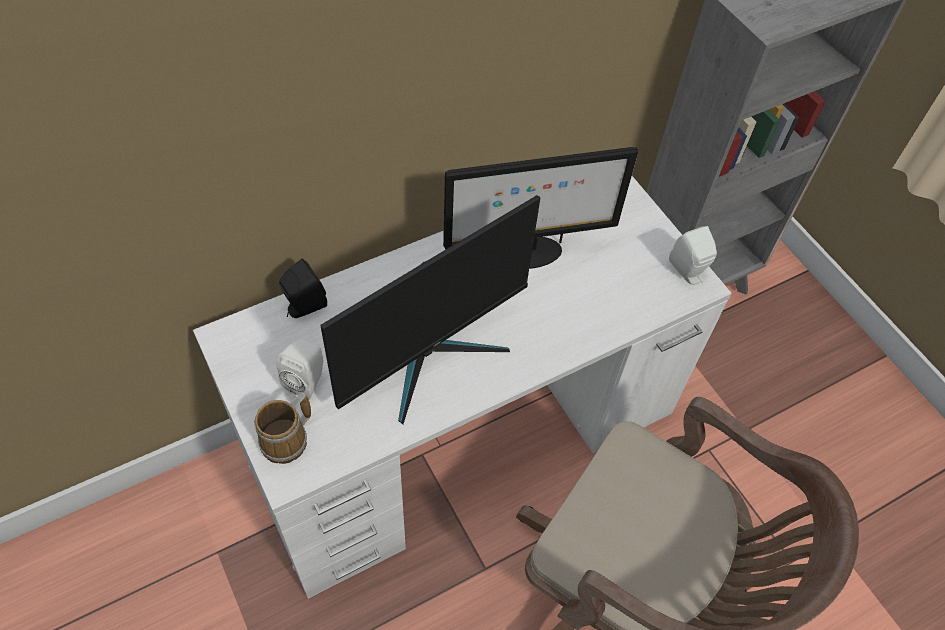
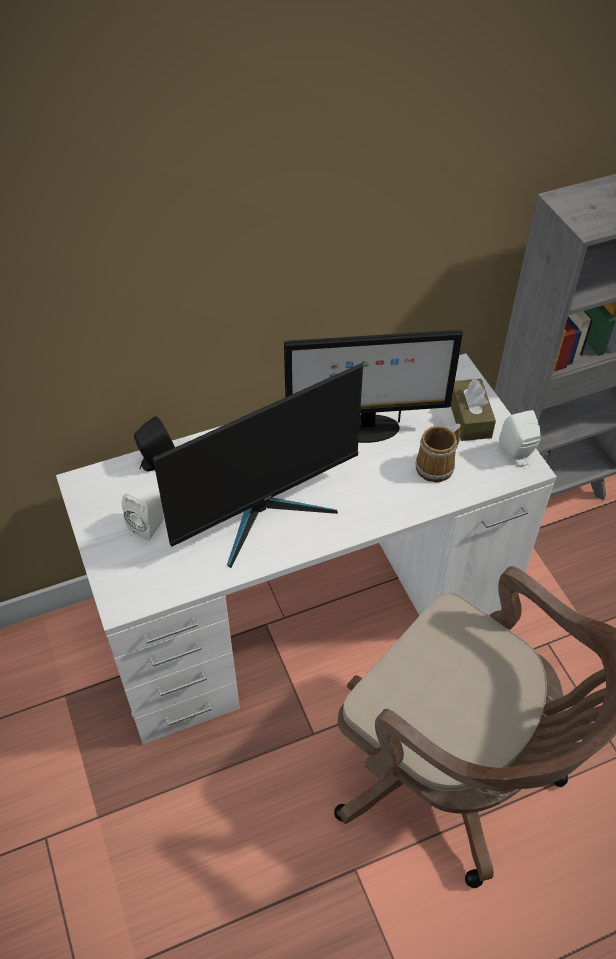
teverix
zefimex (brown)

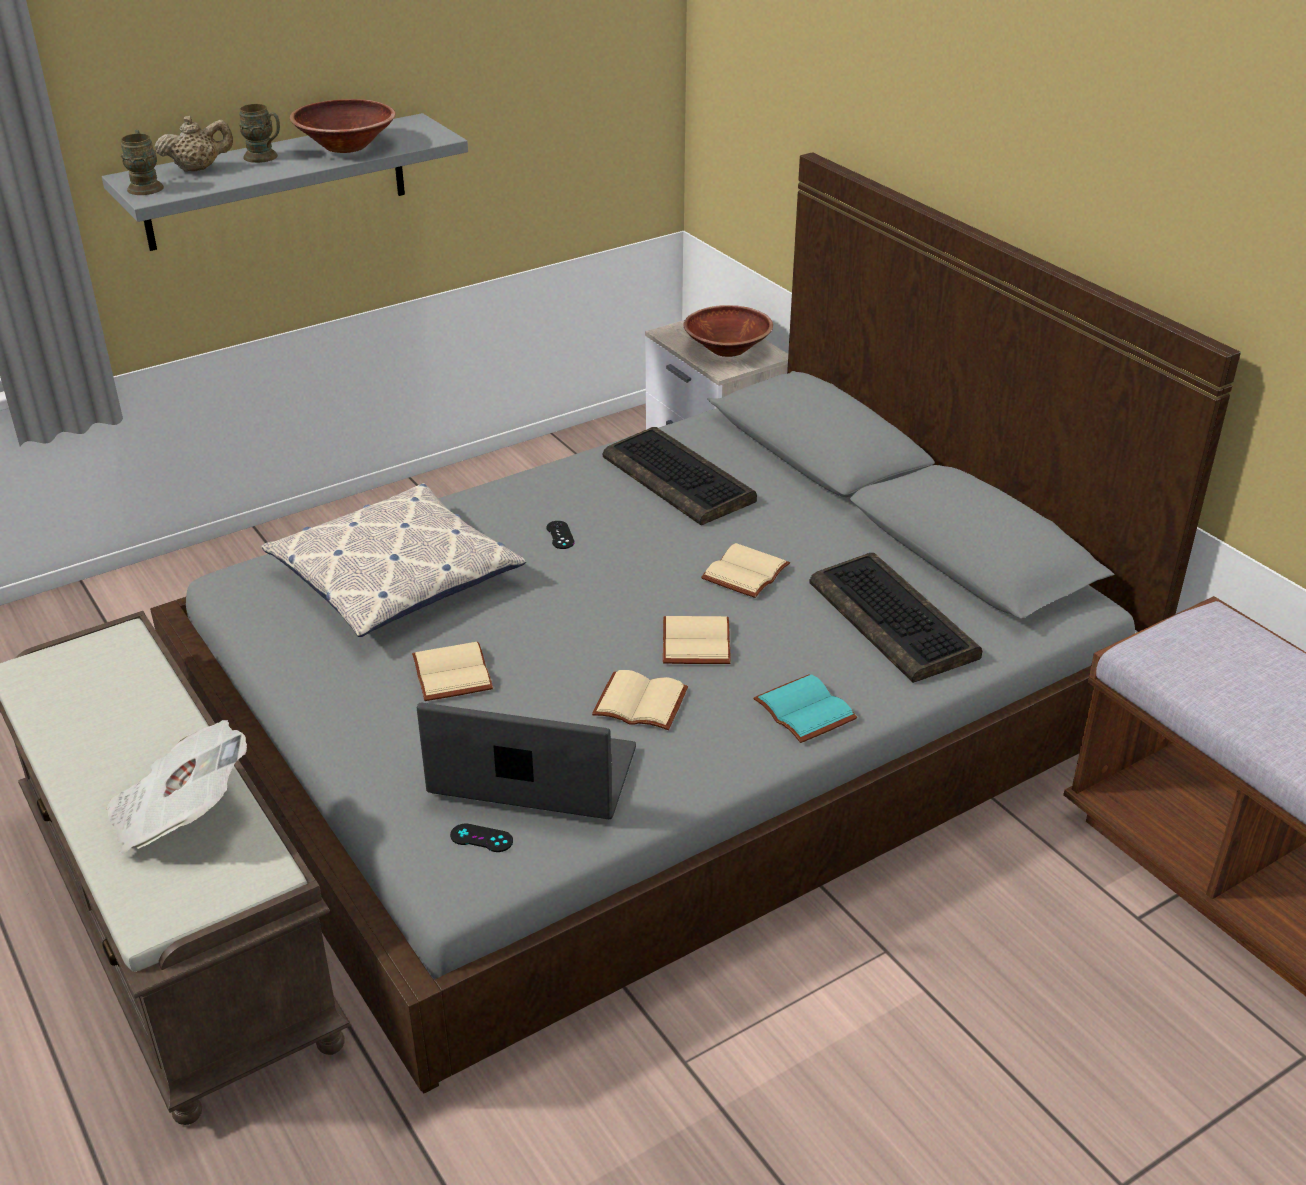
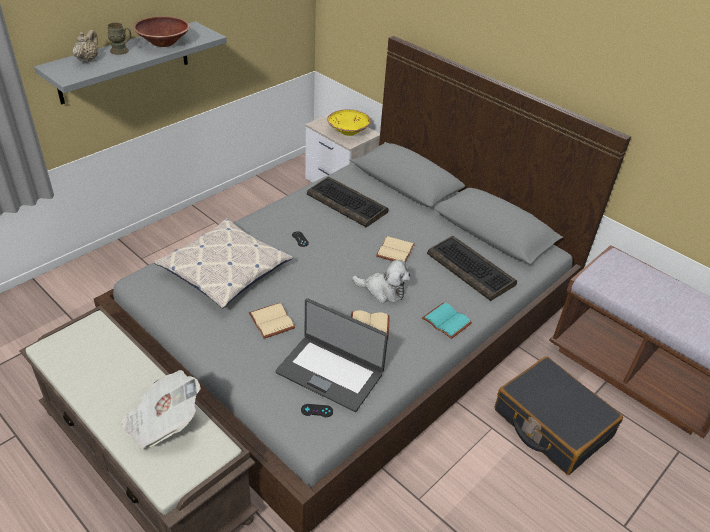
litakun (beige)
teverix (brown) (no. 1 from left in the first image)
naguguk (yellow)
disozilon
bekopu
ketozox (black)

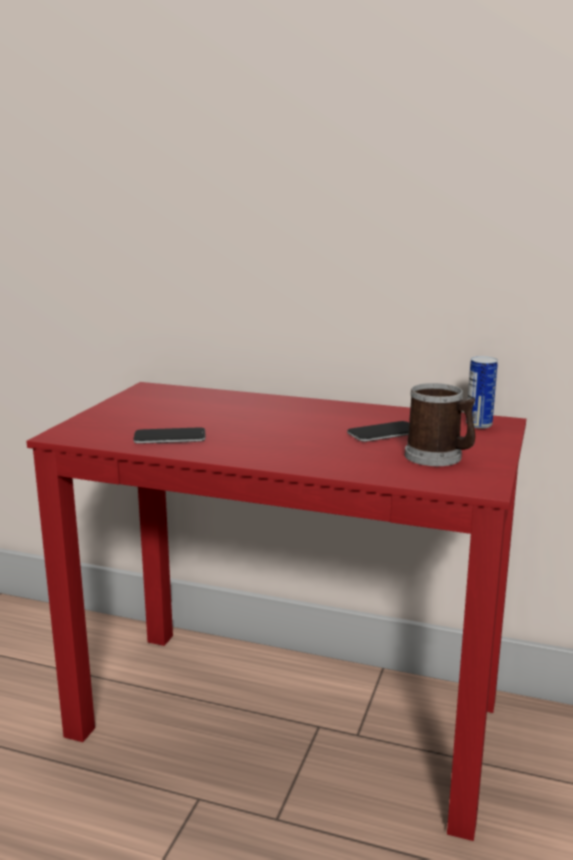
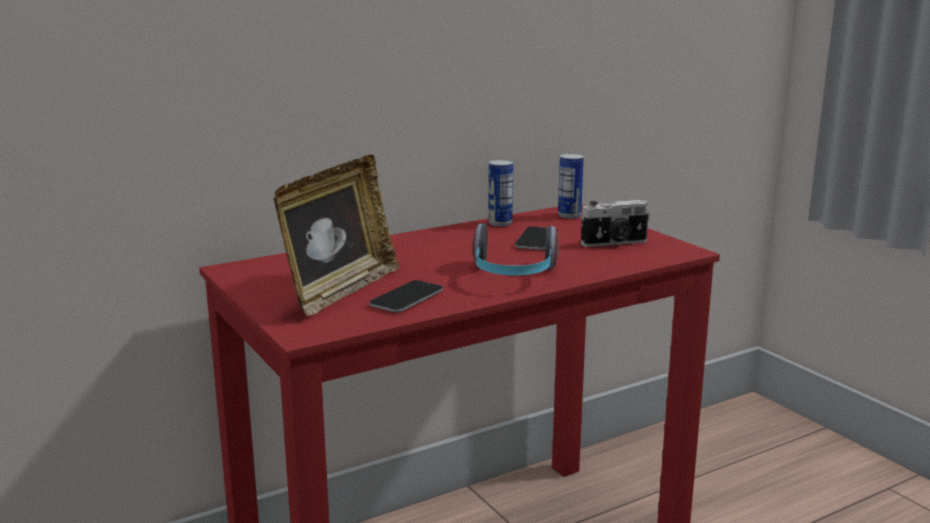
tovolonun
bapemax
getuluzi (no. 1 from left)
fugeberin

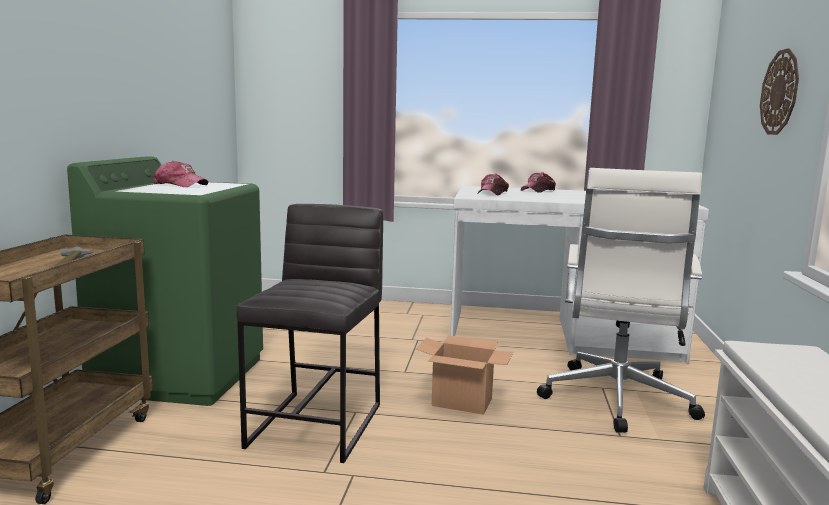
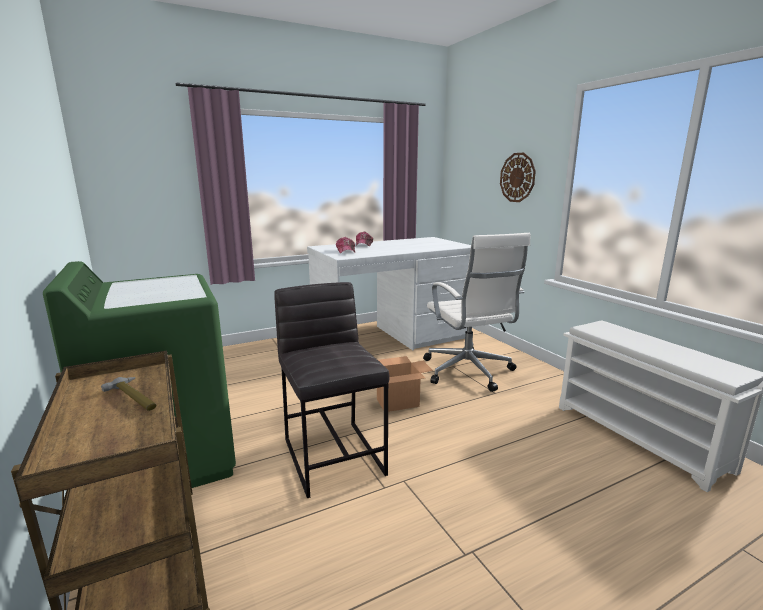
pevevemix (no. 1 from left in the first image)

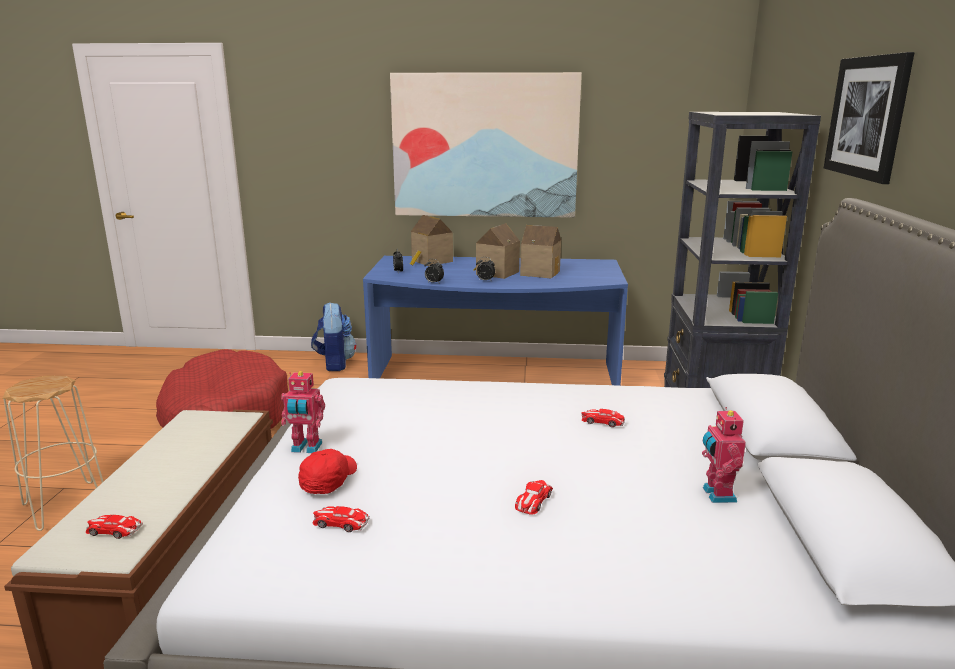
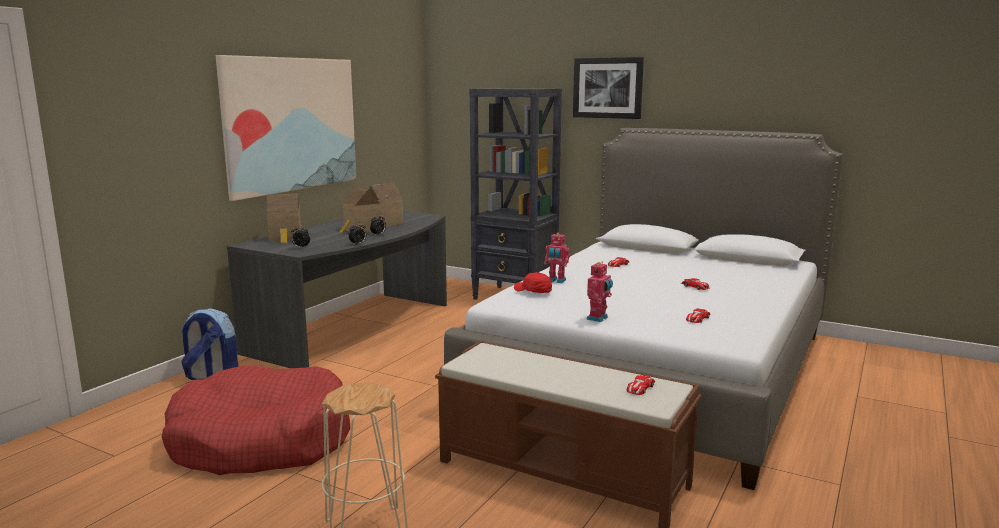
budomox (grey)
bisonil (no. 1 from left)
pevevemix (red)

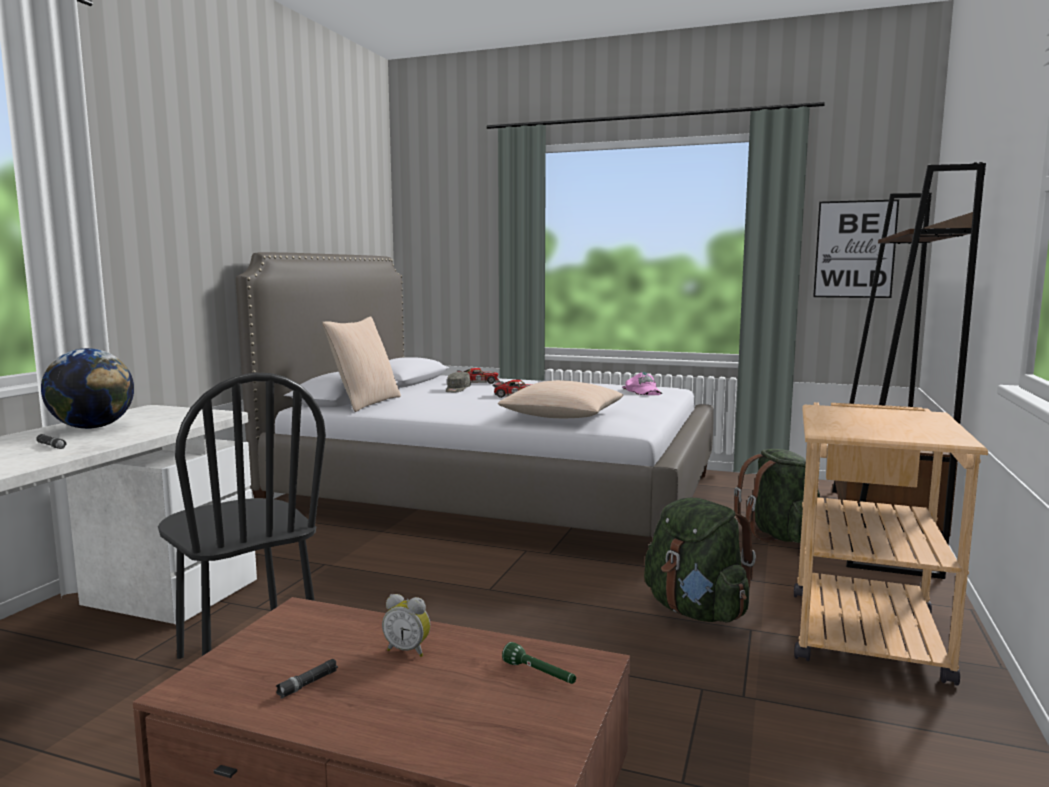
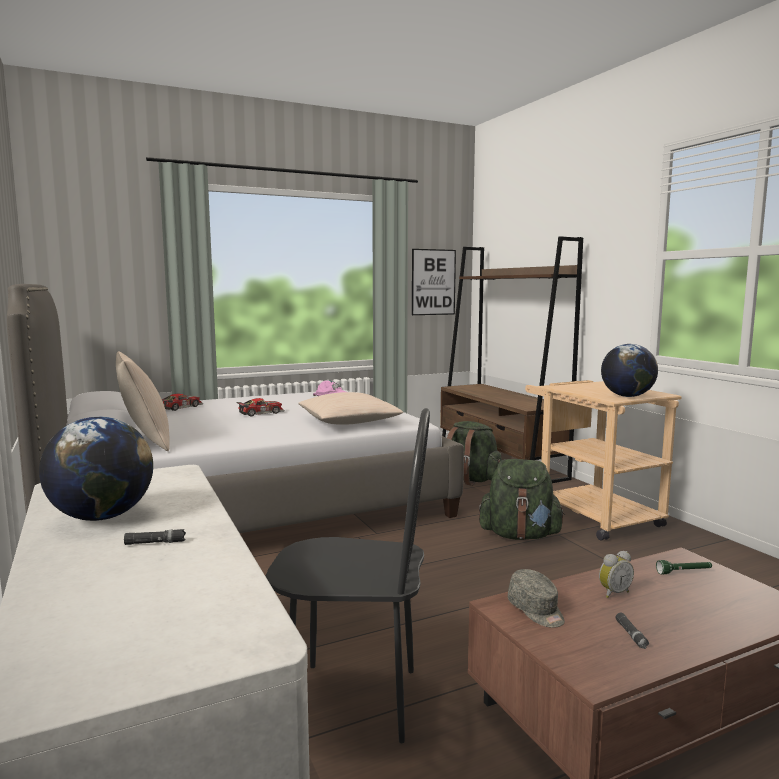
pevevemix (grey)
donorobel (no. 2 from left)

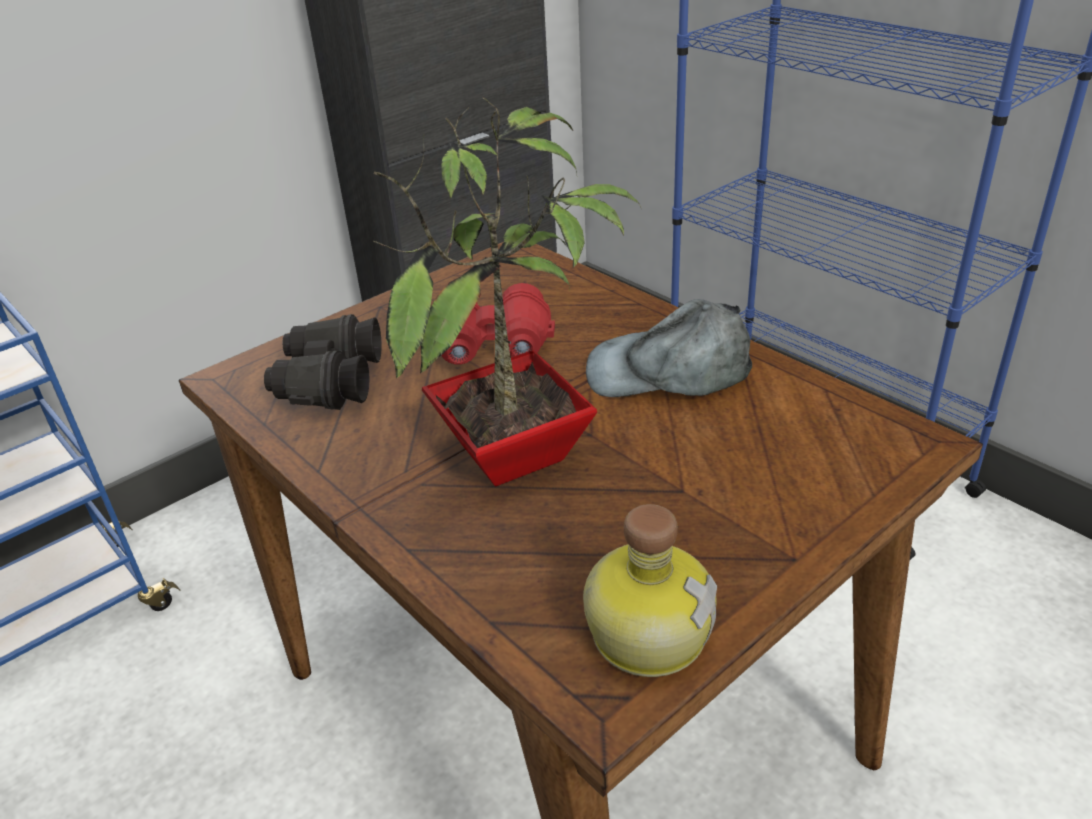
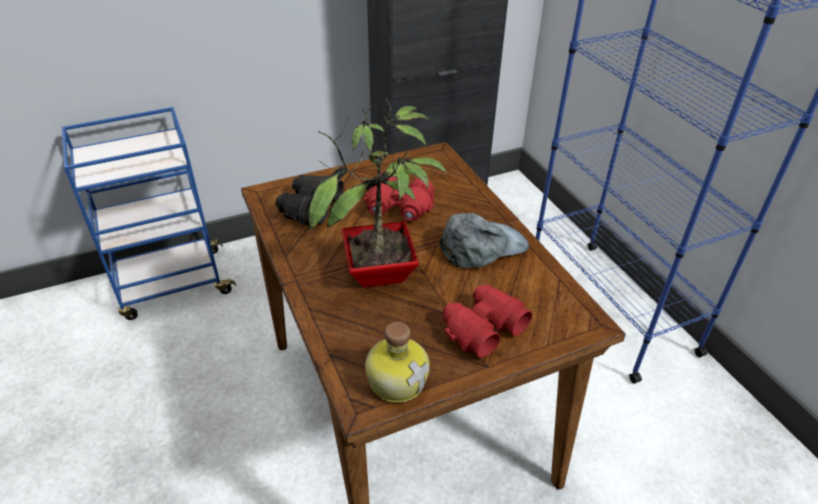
pevevemix (grey)
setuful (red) (no. 2 from left)

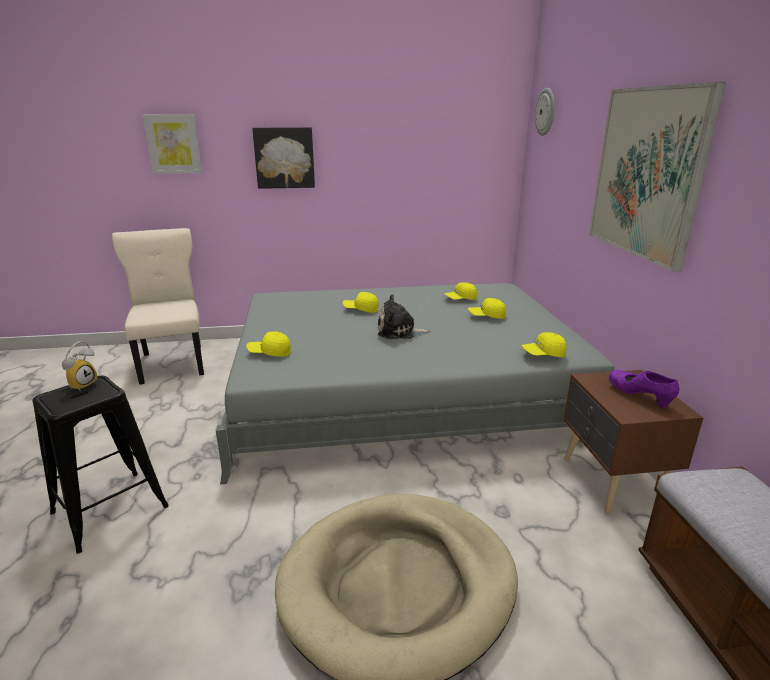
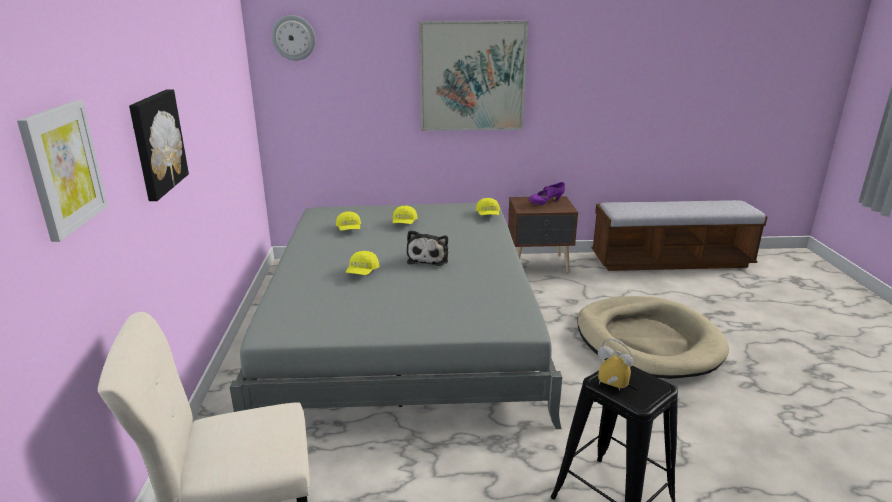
pevevemix (yellow) (no. 1 from left in the first image)

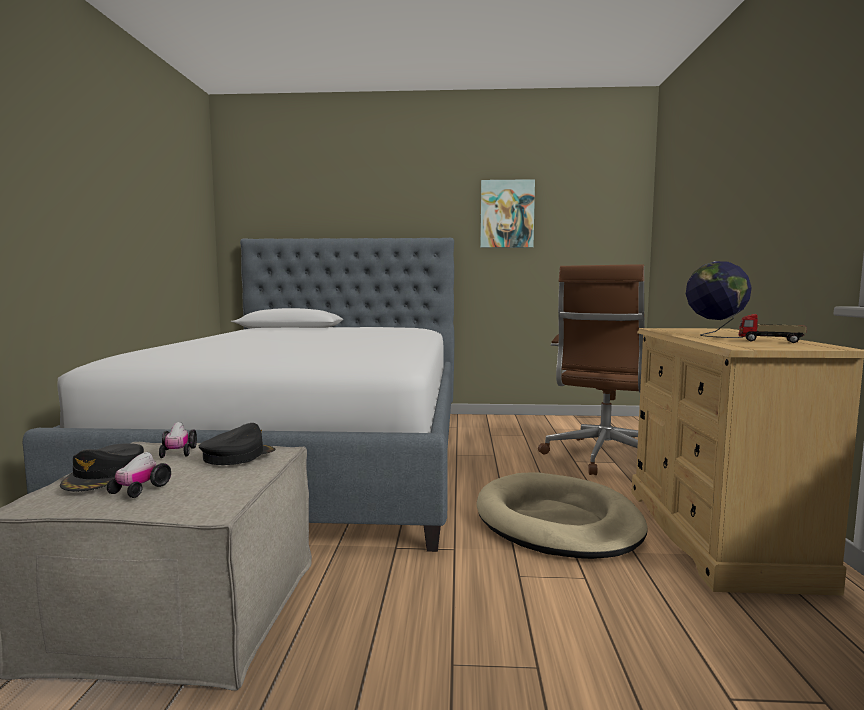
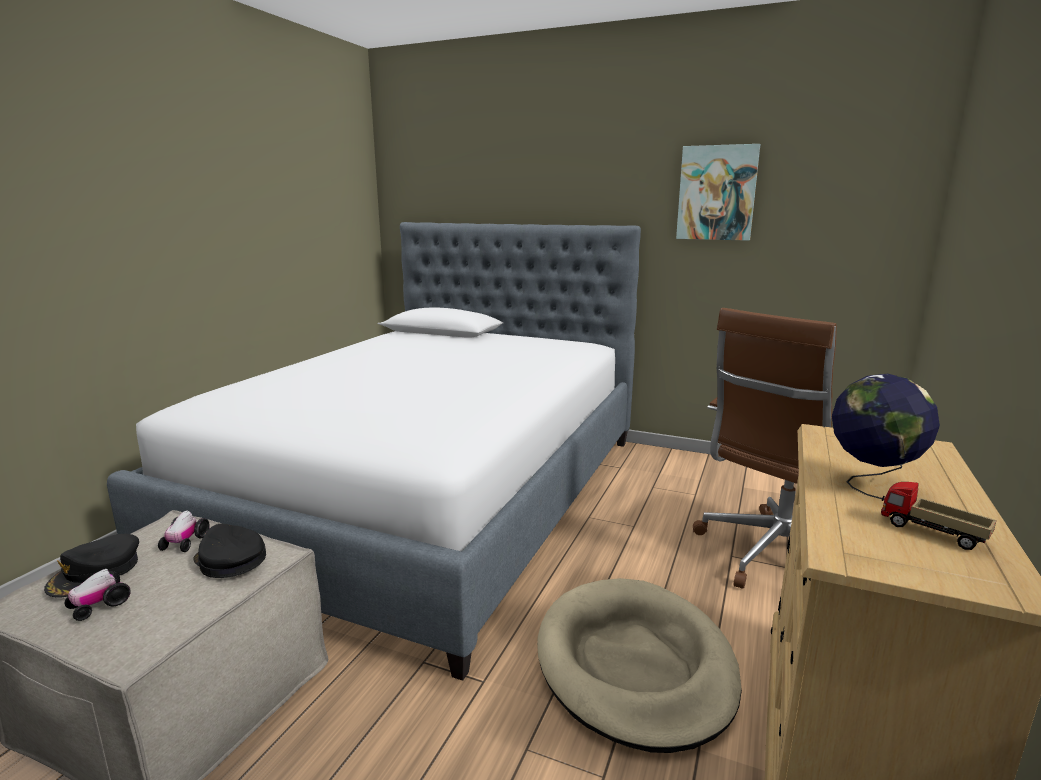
pevevemix (black) (no. 2 from left)

